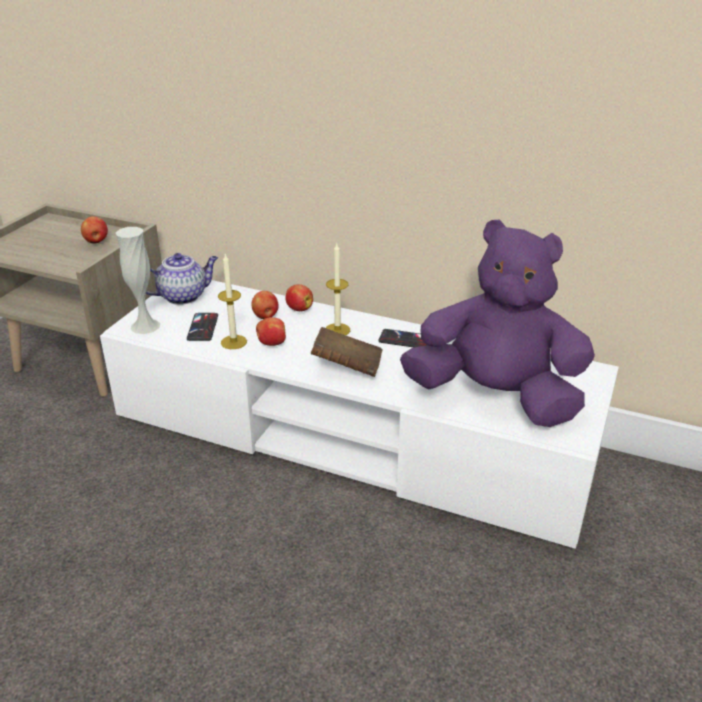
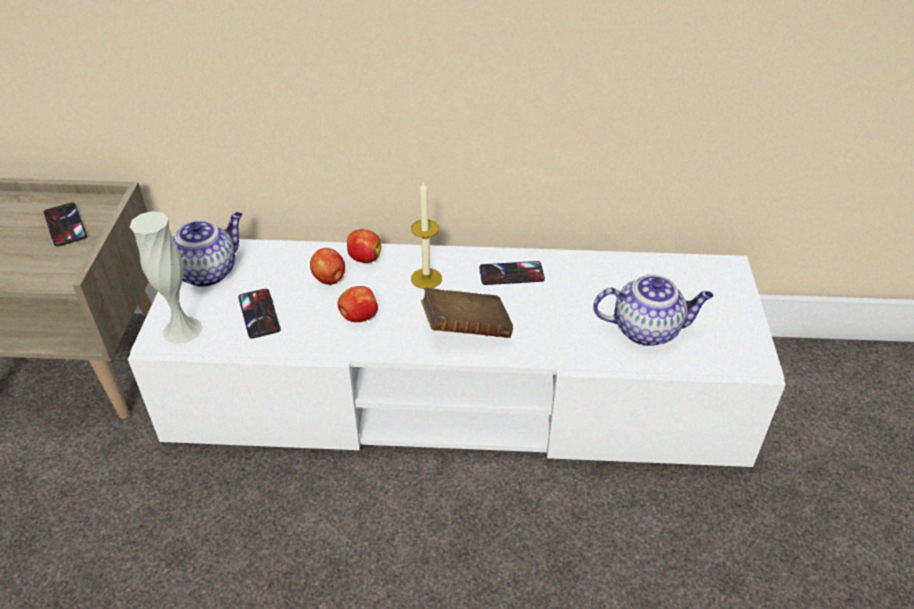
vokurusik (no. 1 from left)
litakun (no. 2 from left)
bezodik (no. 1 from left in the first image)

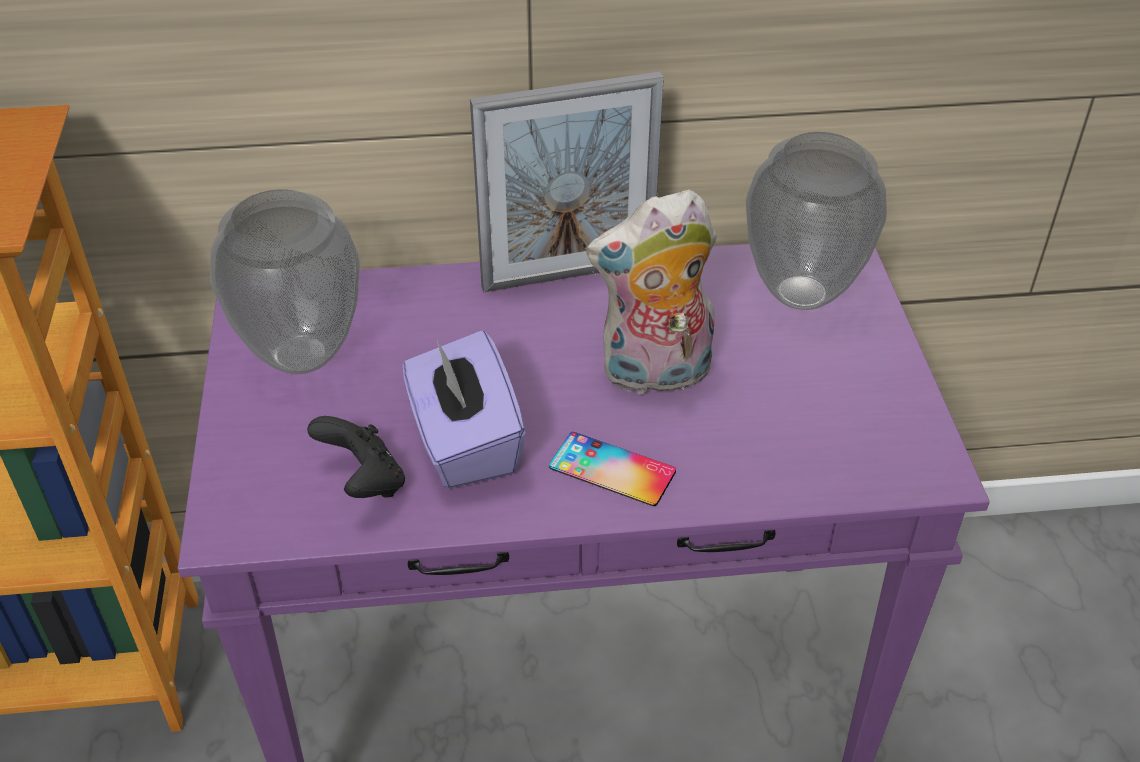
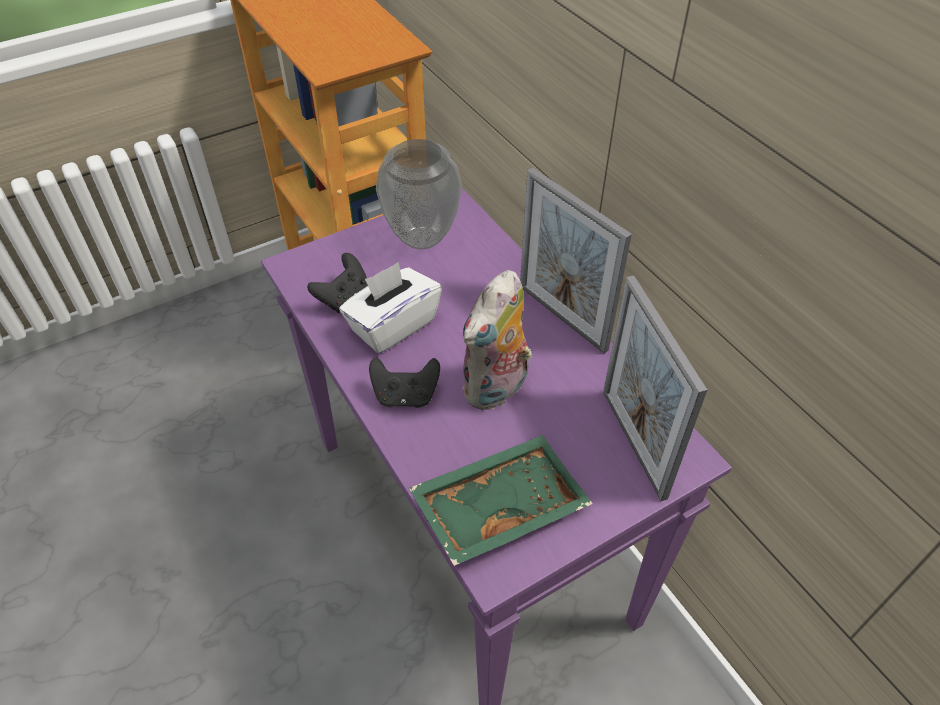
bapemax (no. 2 from left)
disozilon
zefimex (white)
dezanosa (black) (no. 2 from left)
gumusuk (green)

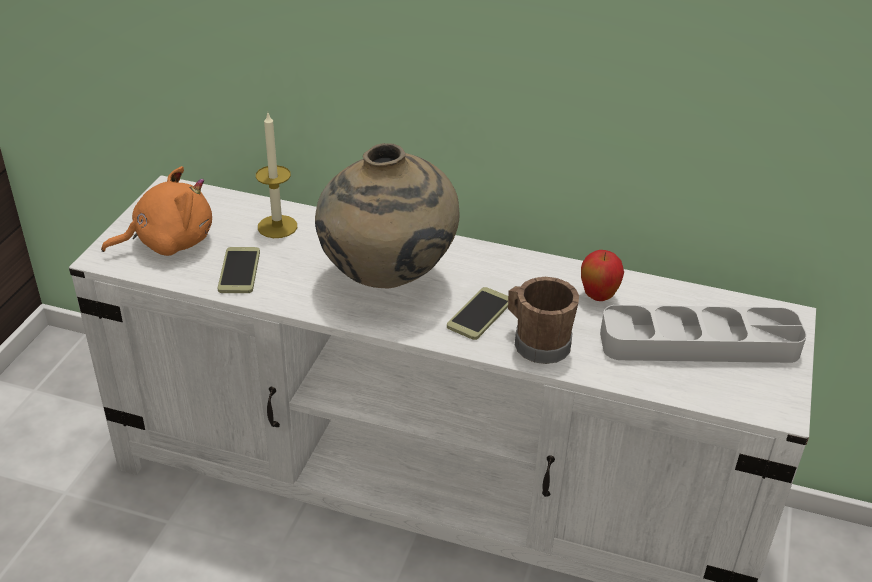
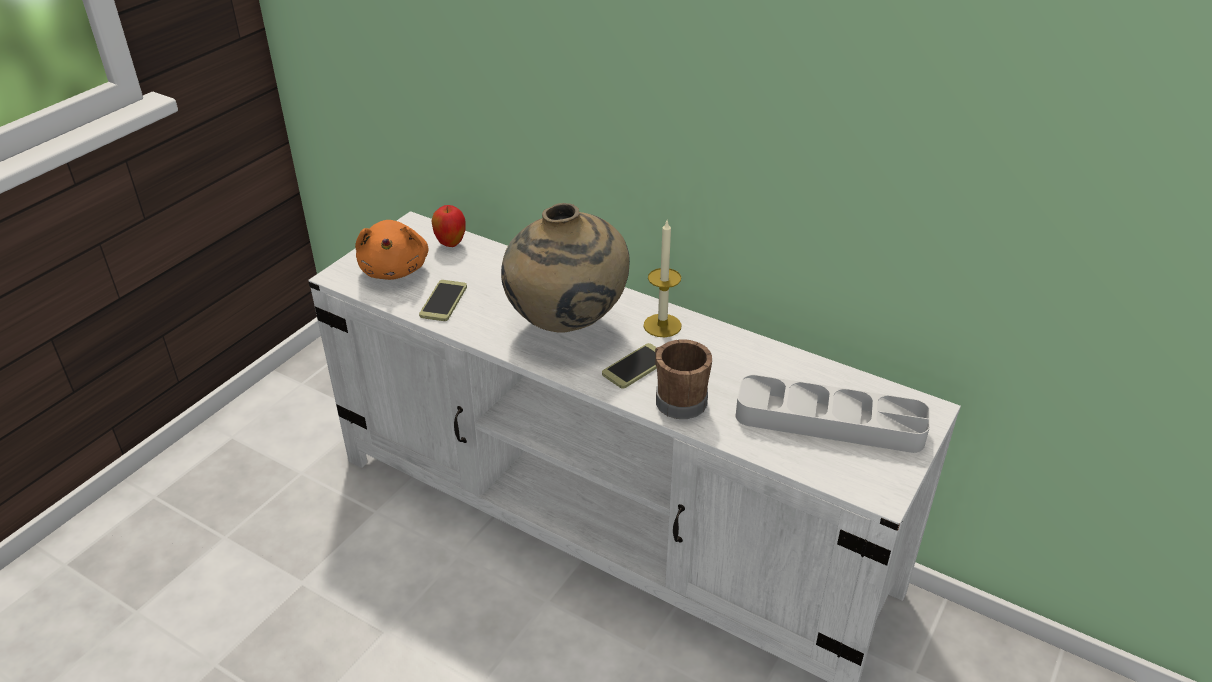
bezodik
disozilon (orange)
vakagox

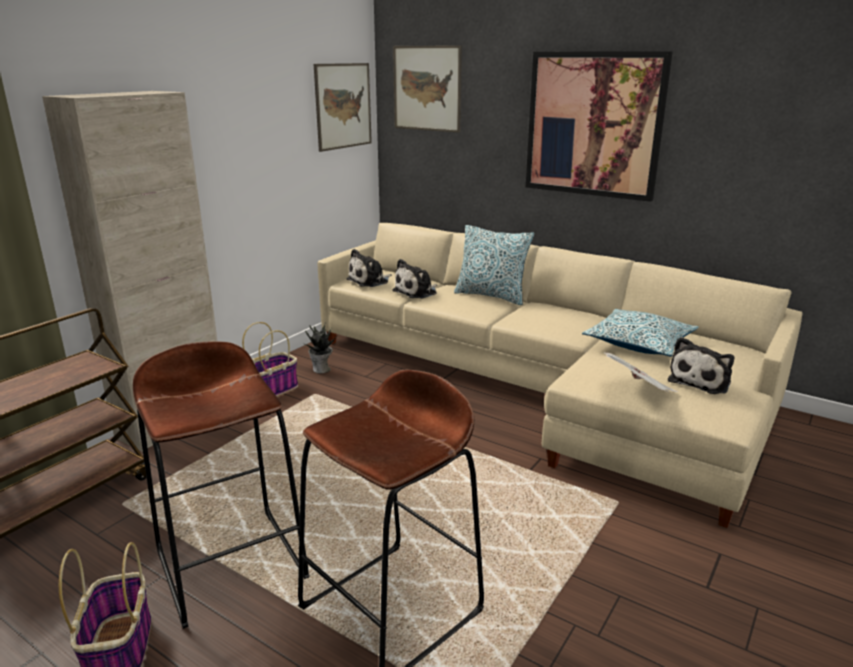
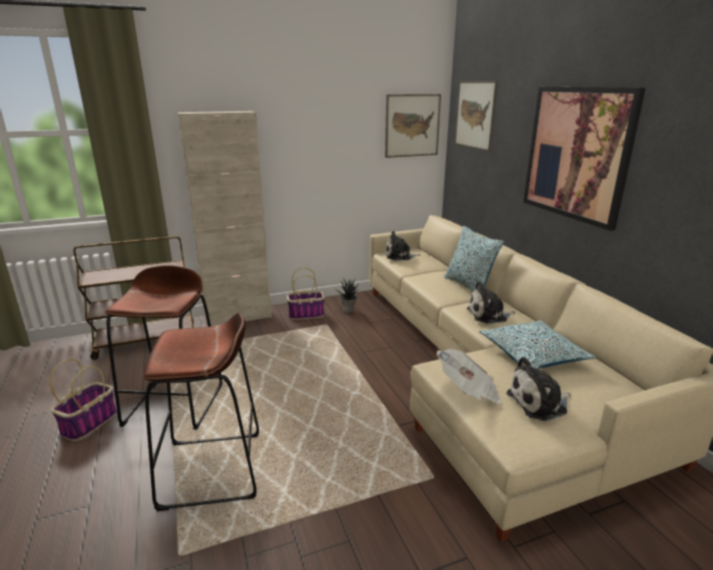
disozilon (no. 2 from left)

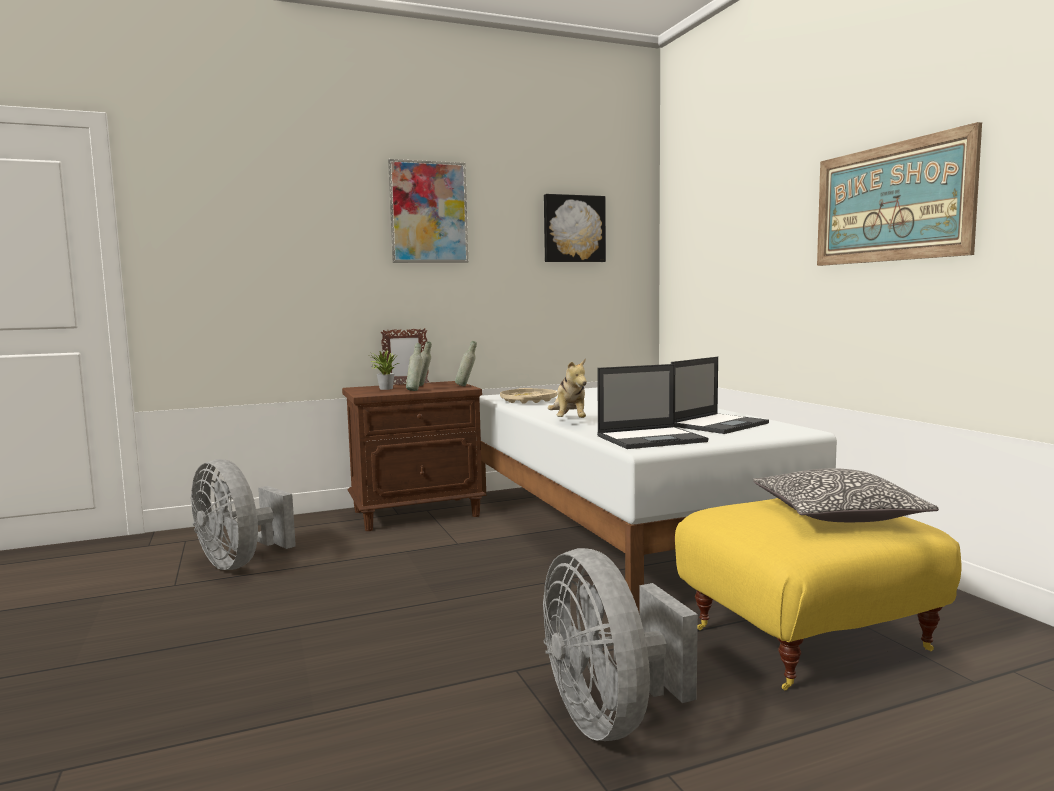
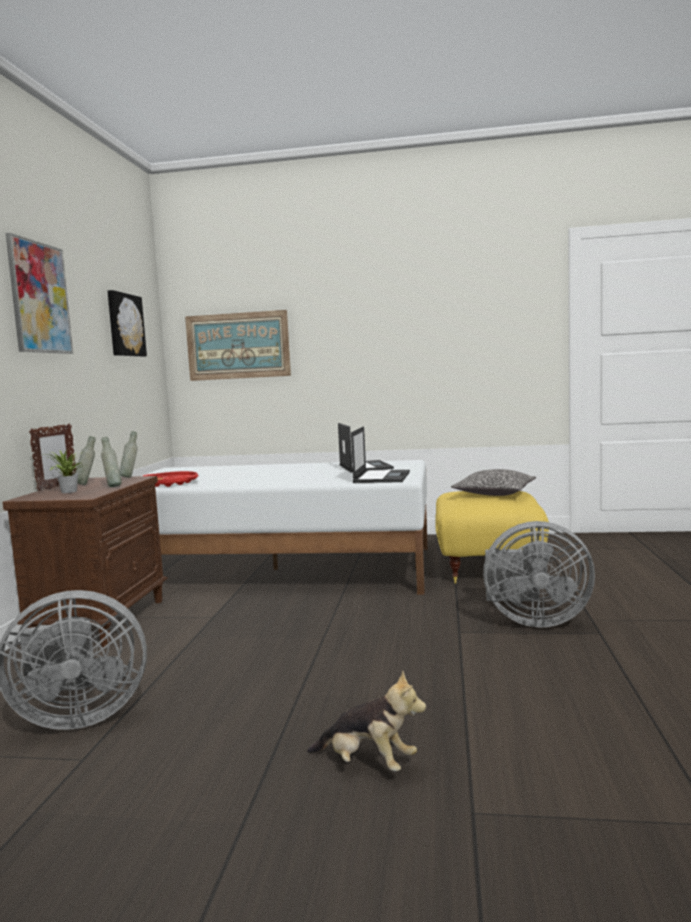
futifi (no. 3 from left)
disozilon
gumusuk (red)

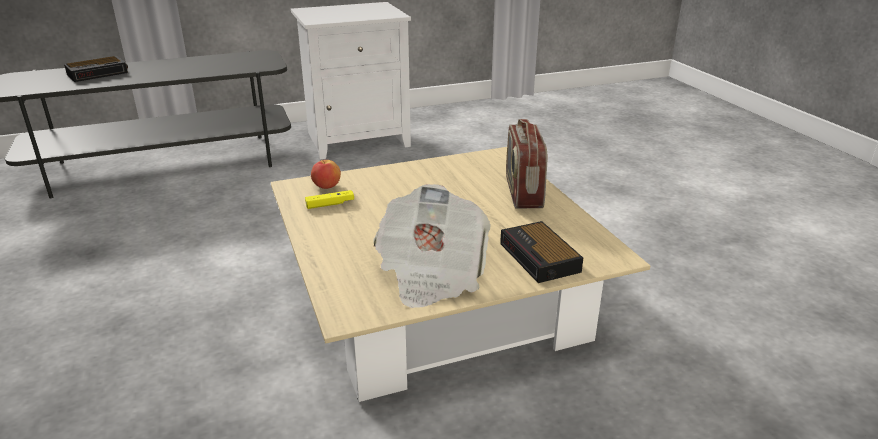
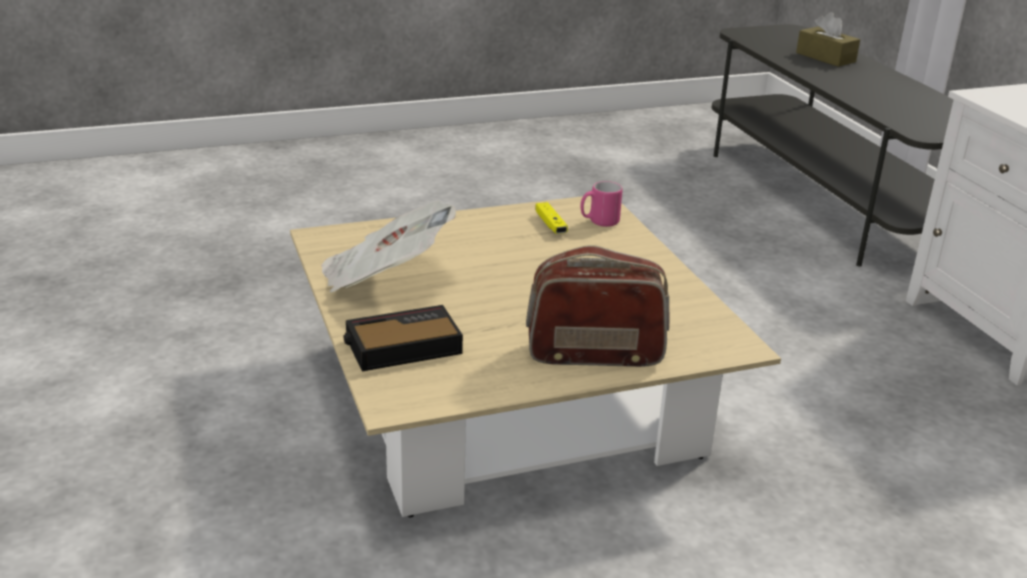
zefimex (brown)
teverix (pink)

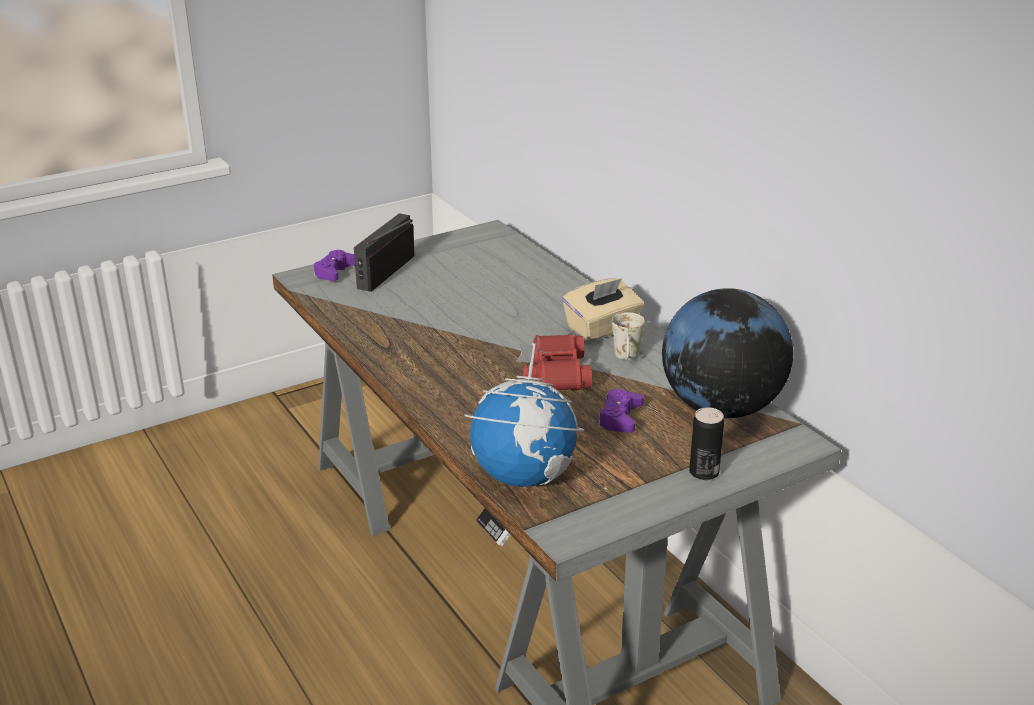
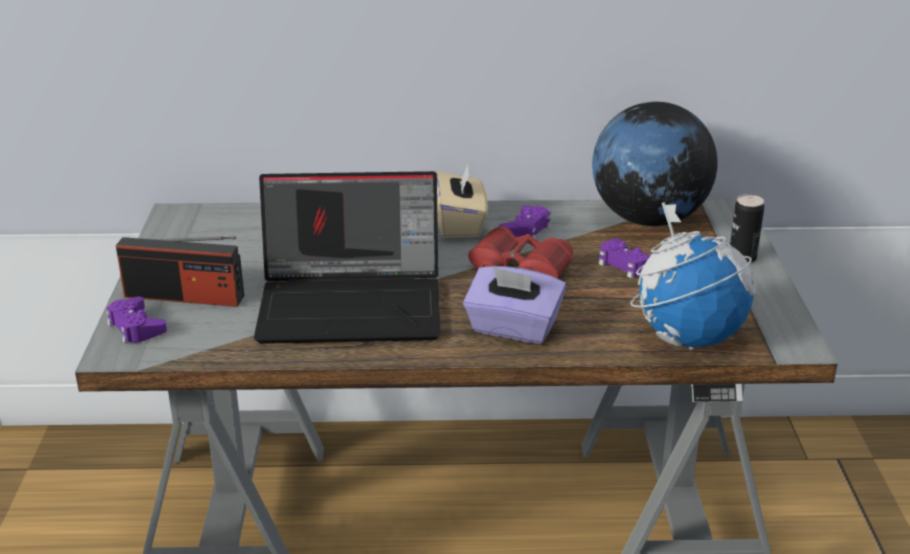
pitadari
dezanosa (purple) (no. 2 from left)
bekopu
zefimex (purple)

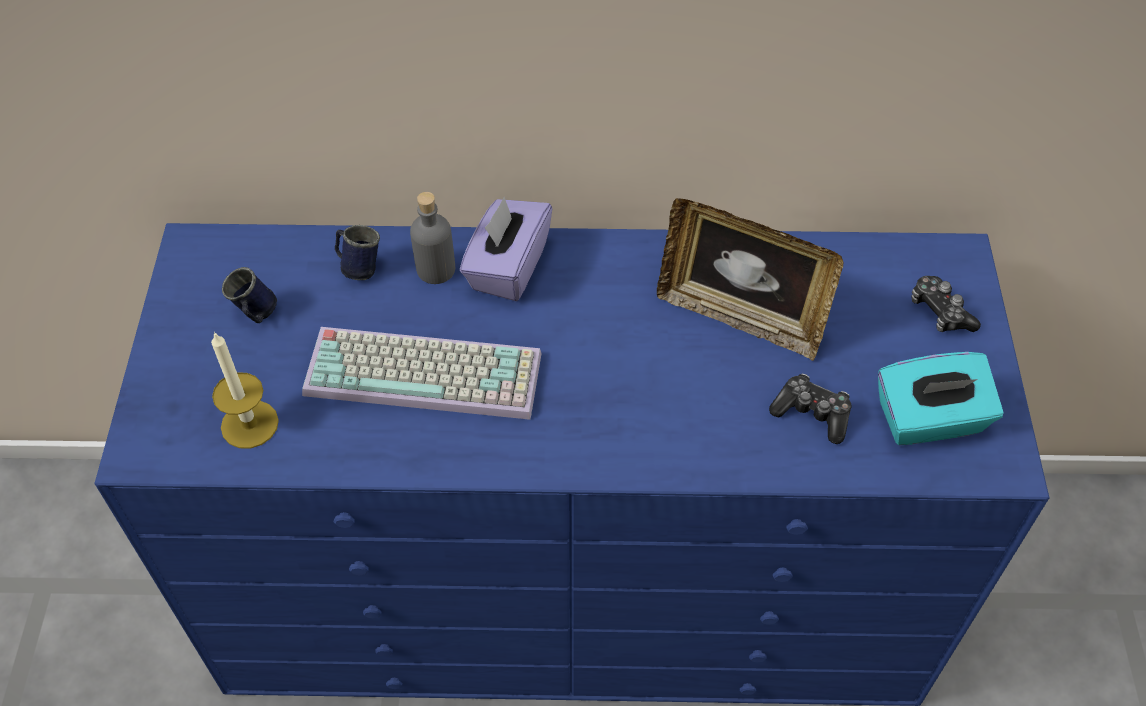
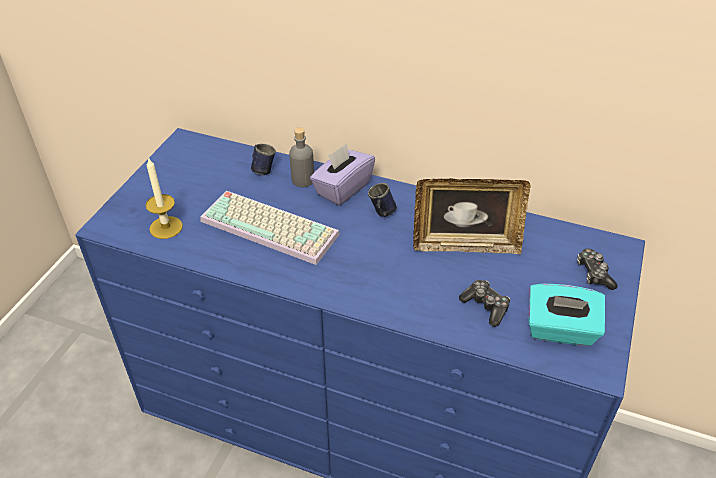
bapemax
teverix (blue) (no. 2 from left)

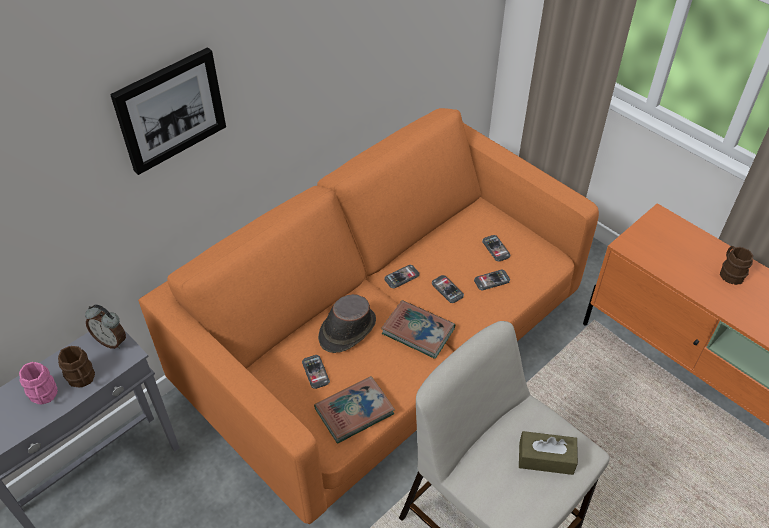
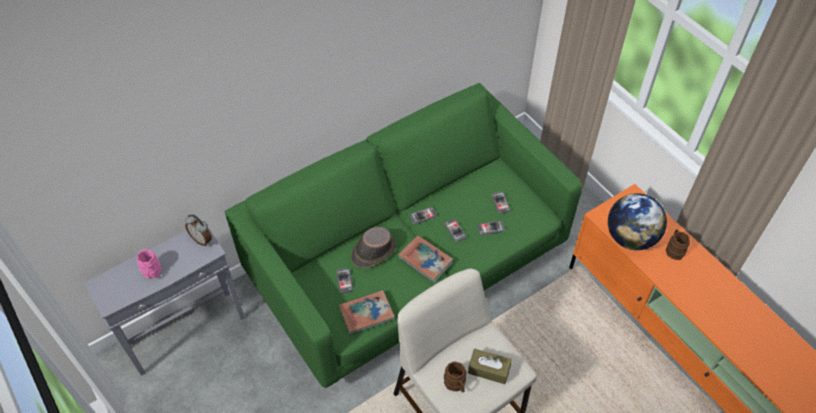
futifi
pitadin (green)
teverix (brown) (no. 1 from left)
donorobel

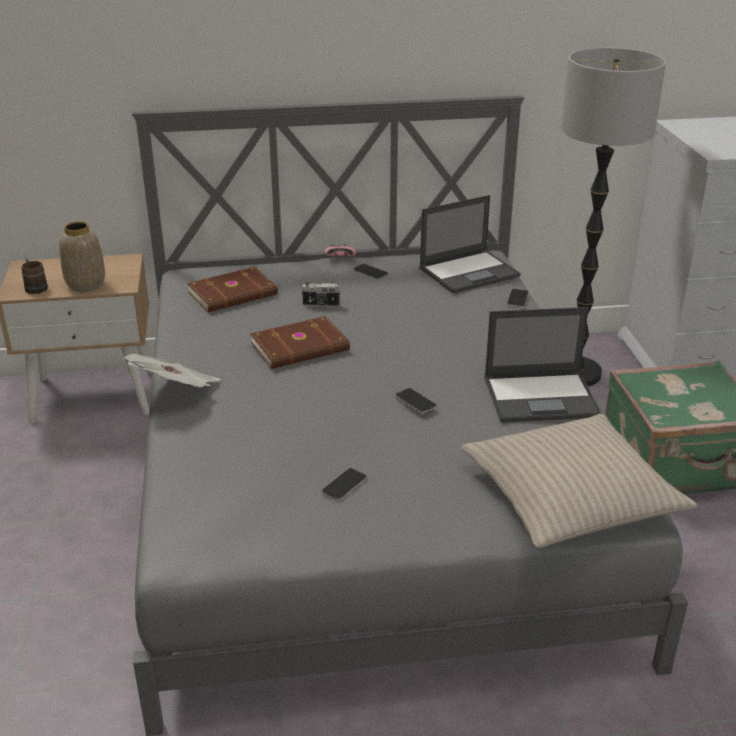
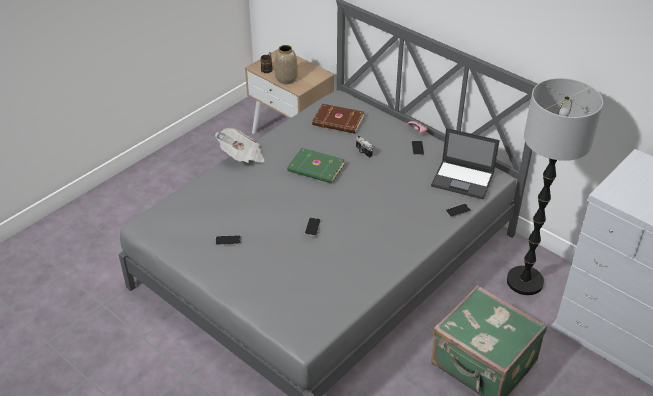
bekopu (no. 2 from left in the first image)
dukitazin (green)
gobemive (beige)

